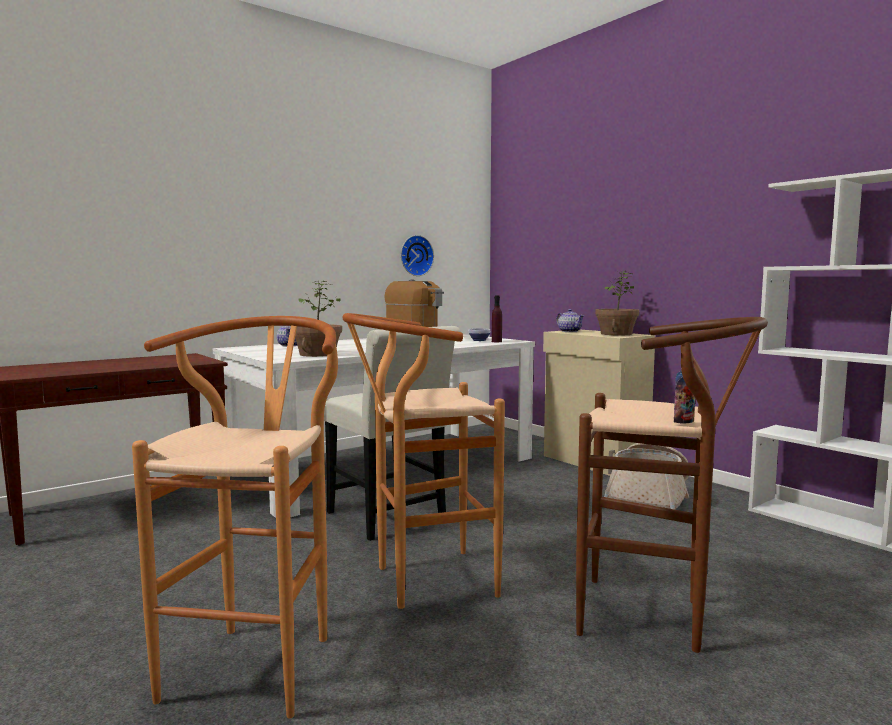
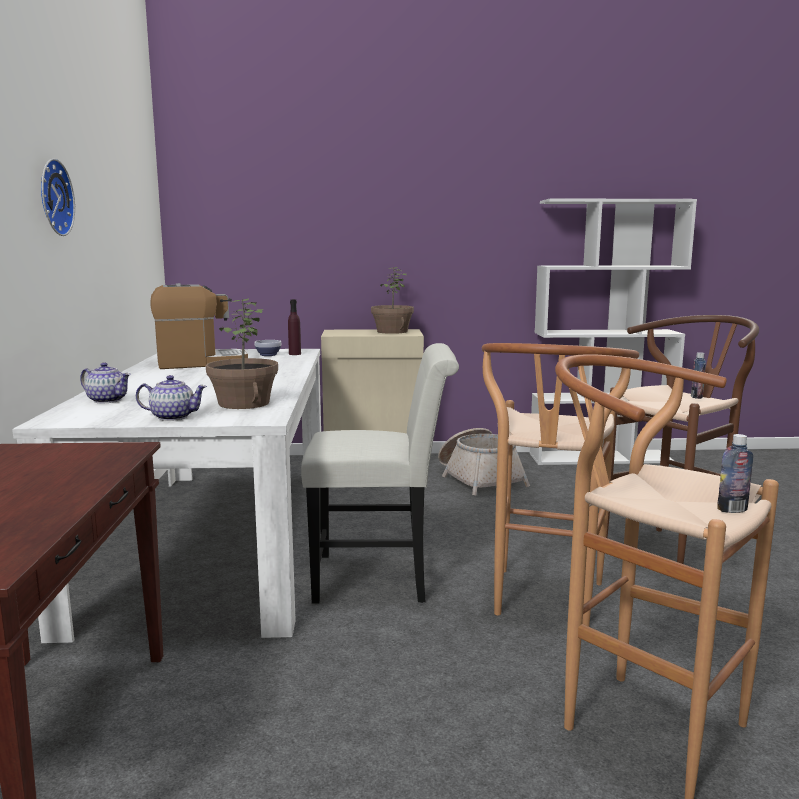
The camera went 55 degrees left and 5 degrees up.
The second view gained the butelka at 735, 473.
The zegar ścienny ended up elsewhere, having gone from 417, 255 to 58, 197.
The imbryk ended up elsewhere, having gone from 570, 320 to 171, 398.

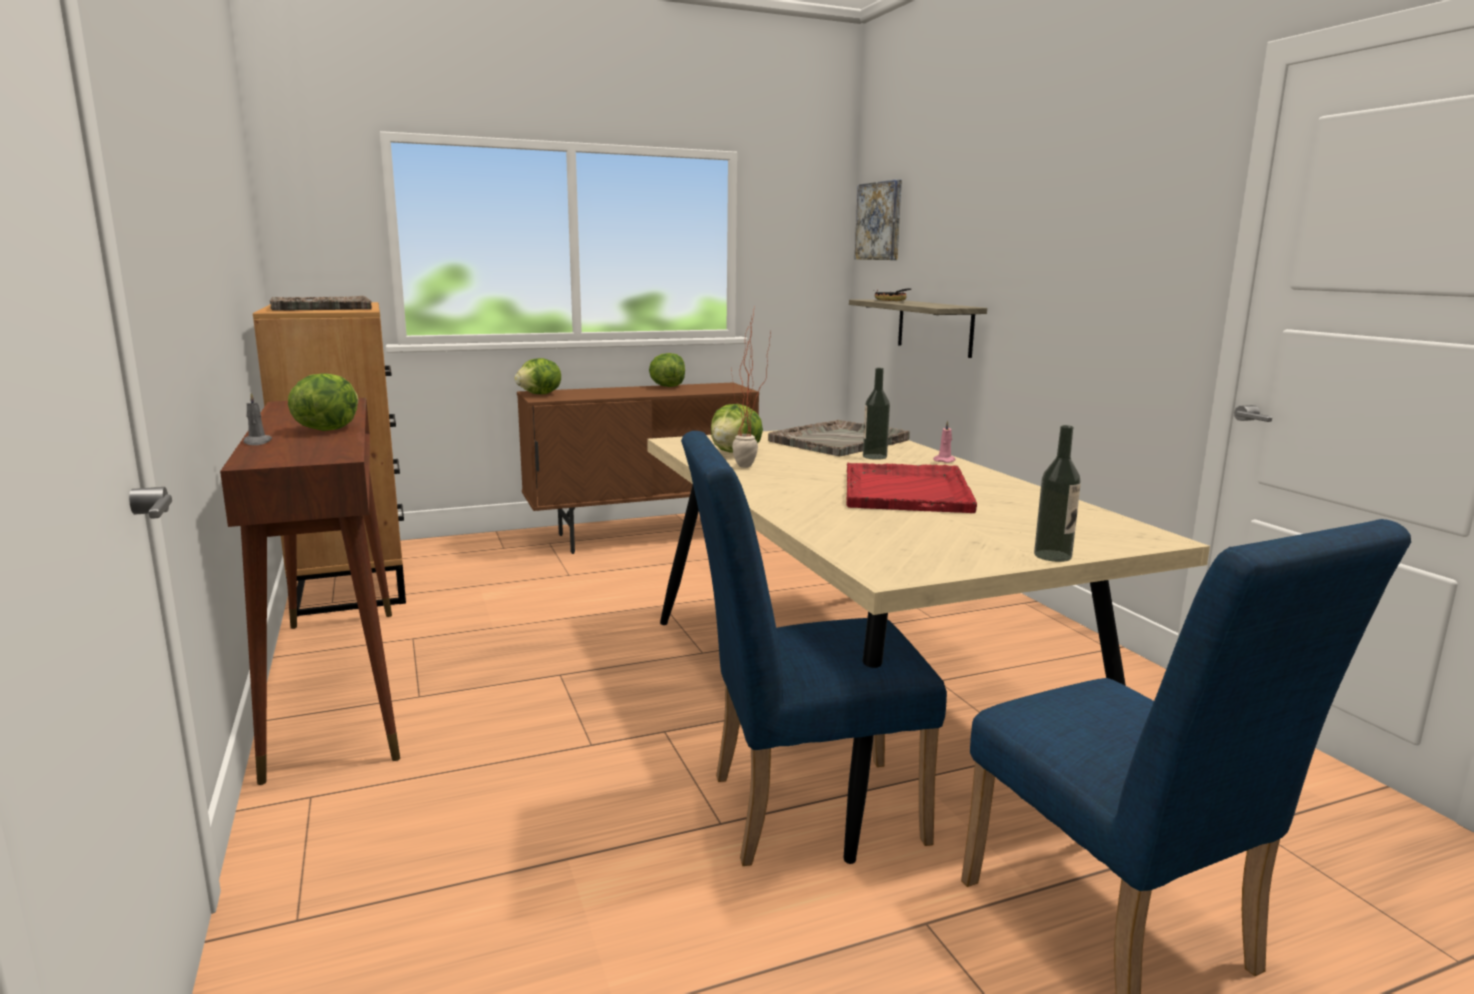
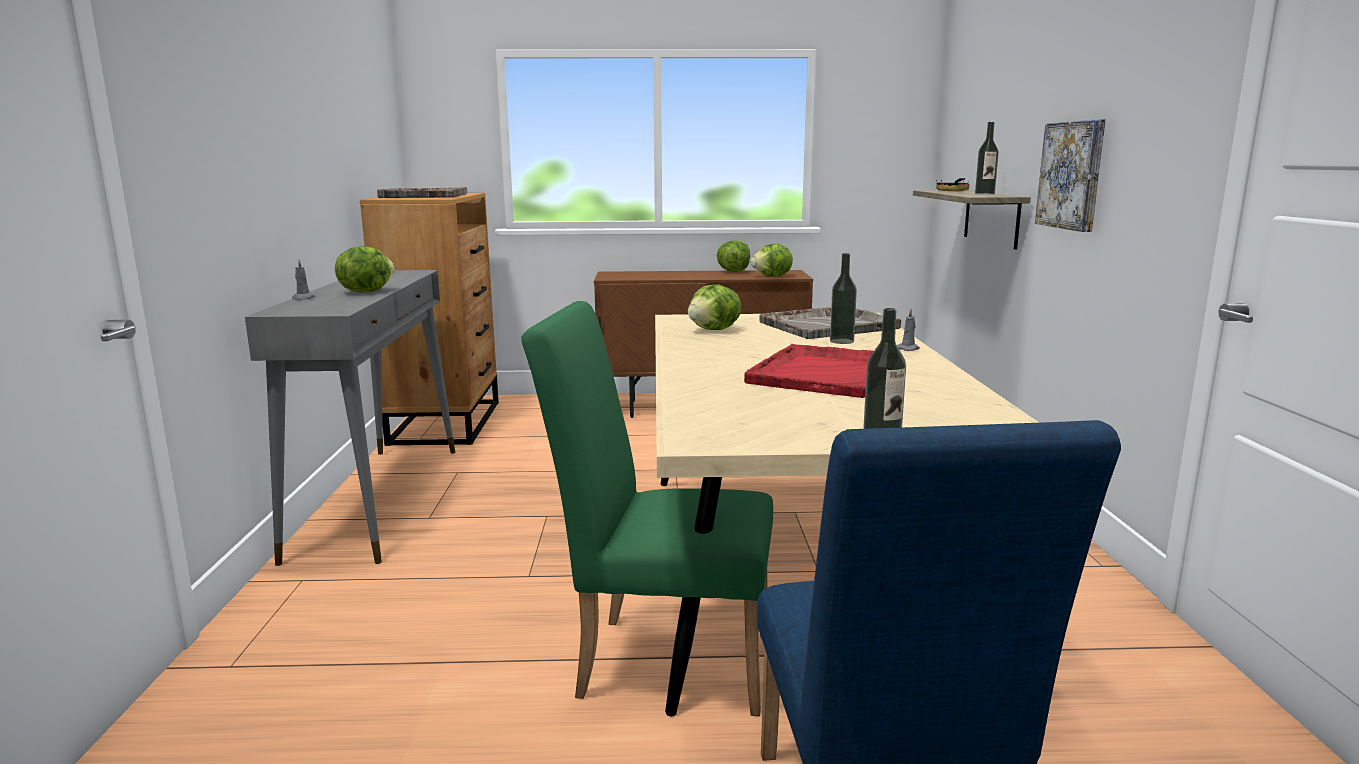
The camera went 20 degrees right and 0 degrees up.
The second view lost the roślina doniczkowa at 751, 387.
The second view gained the butelka at 987, 158.
The sałata ended up elsewhere, having gone from 537, 376 to 772, 260.
The obraz ended up elsewhere, having gone from 878, 219 to 1070, 175.
What was the stolik konsolowy (brązowy) at 310, 591 turned into the stolik konsolowy (szary) at 350, 418.
What was the krzesło (niebieski) at 814, 648 turned into the krzesło (zielony) at 647, 509.
What was the świeca (różowy) at 944, 441 turned into the świeca (szary) at 908, 330.

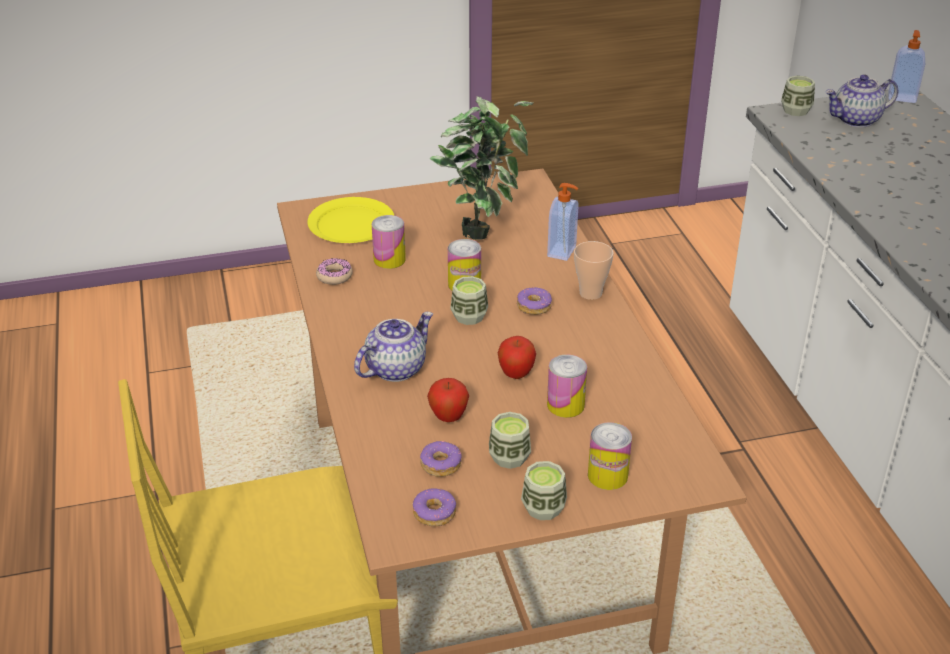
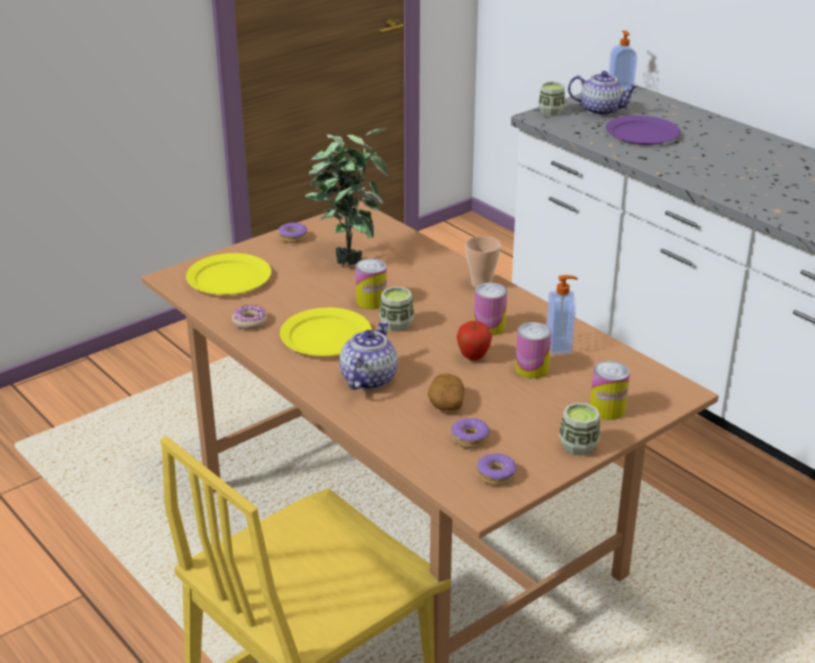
The camera went 25 degrees left and 5 degrees down.
The second view lost the filiżanka at 510, 440.
The second view gained the talerz (żółty) at 326, 331.
The second view gained the talerz (fioletowy) at 643, 130.
The puszka ended up elsewhere, having gone from 389, 242 to 490, 309.
The donut ended up elsewhere, having gone from 534, 301 to 293, 233.
The dozownik mydła ended up elsewhere, having gone from 562, 222 to 562, 314.
Where the jabłko stood at 448, 400, the ziemniak came to stand at 446, 392.
The imbryk at 861, 101 ended up facing another way, 120 degrees counterclockwise from before.

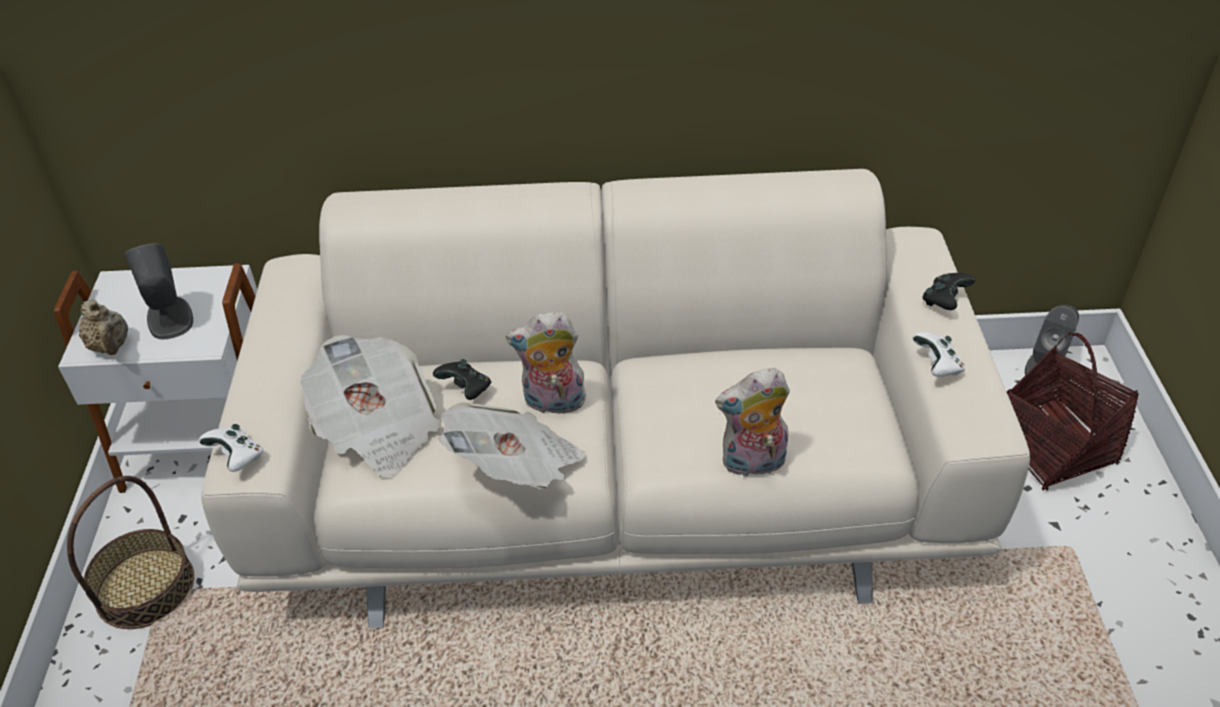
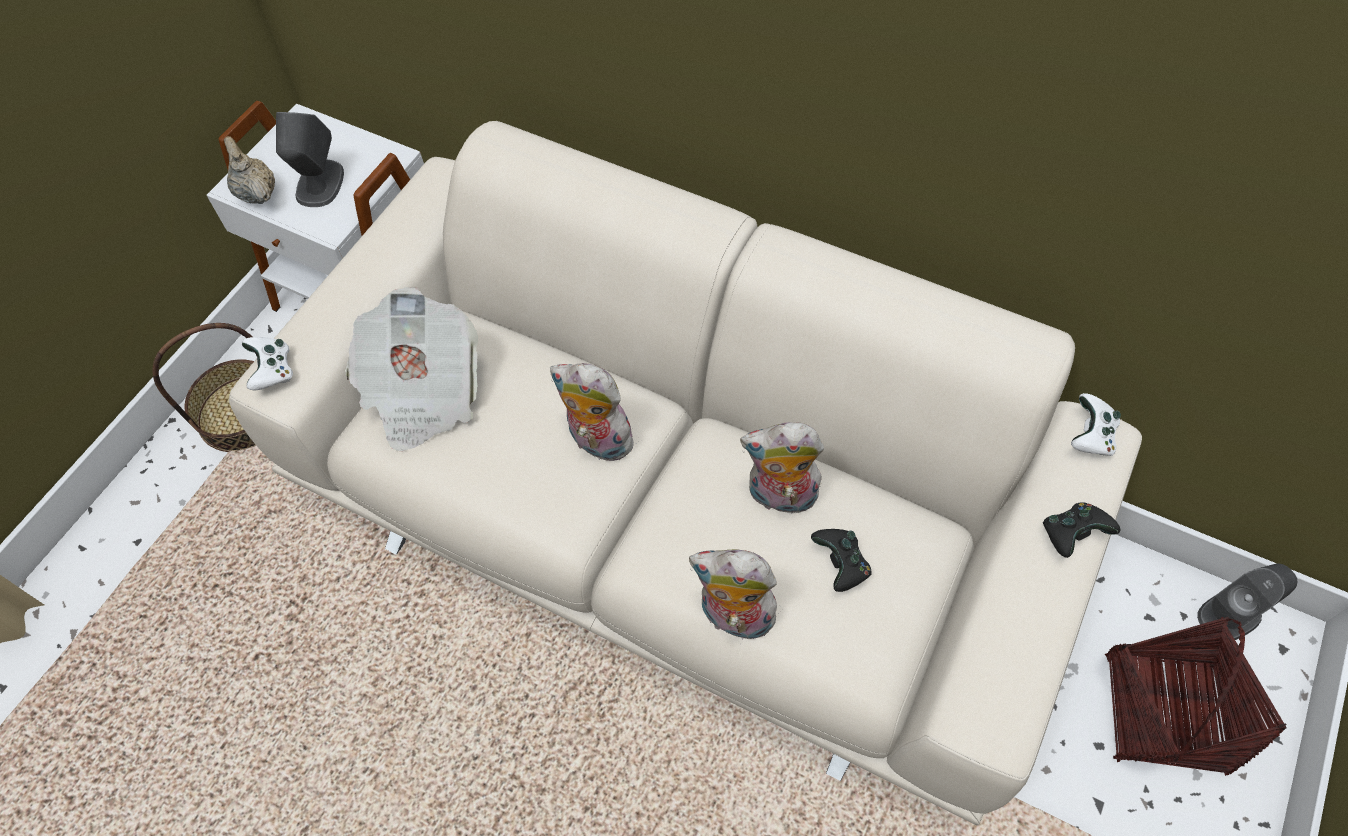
The camera went 30 degrees right and 15 degrees up.
The second view lost the gazeta at 512, 445.
The second view gained the pluszak at 782, 467.
The pad do gier (czarny) ended up elsewhere, having gone from 462, 379 to 841, 560.
The pad do gier (biały) ended up elsewhere, having gone from 938, 354 to 1096, 424.
The imbryk (beżowy) at 103, 327 ended up facing another way, 150 degrees clockwise from before.

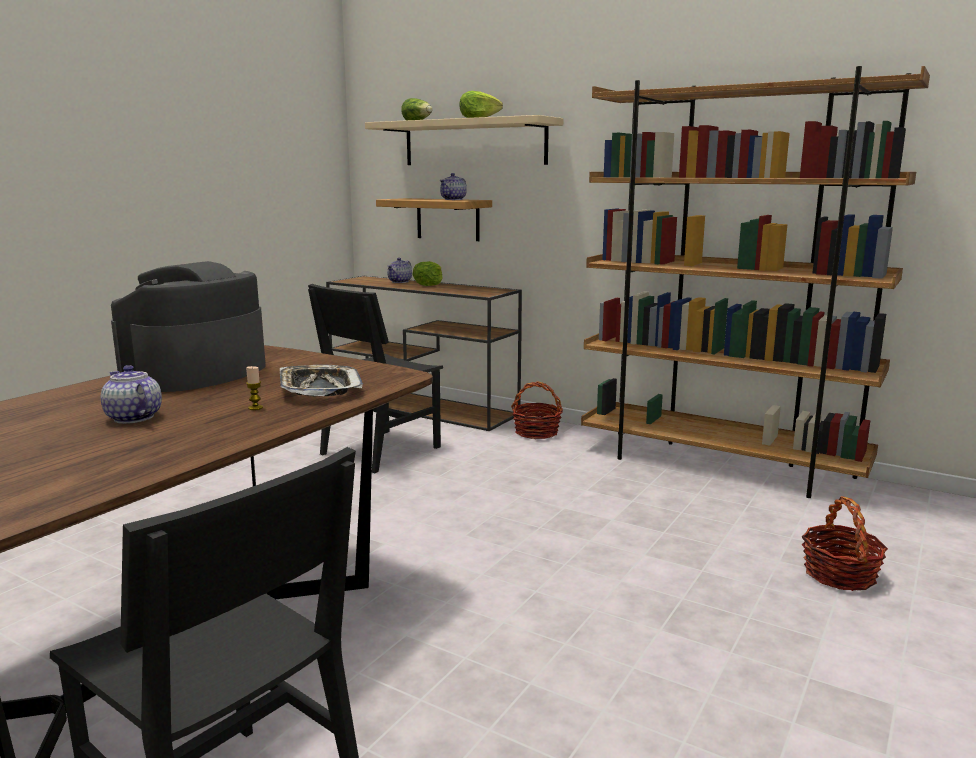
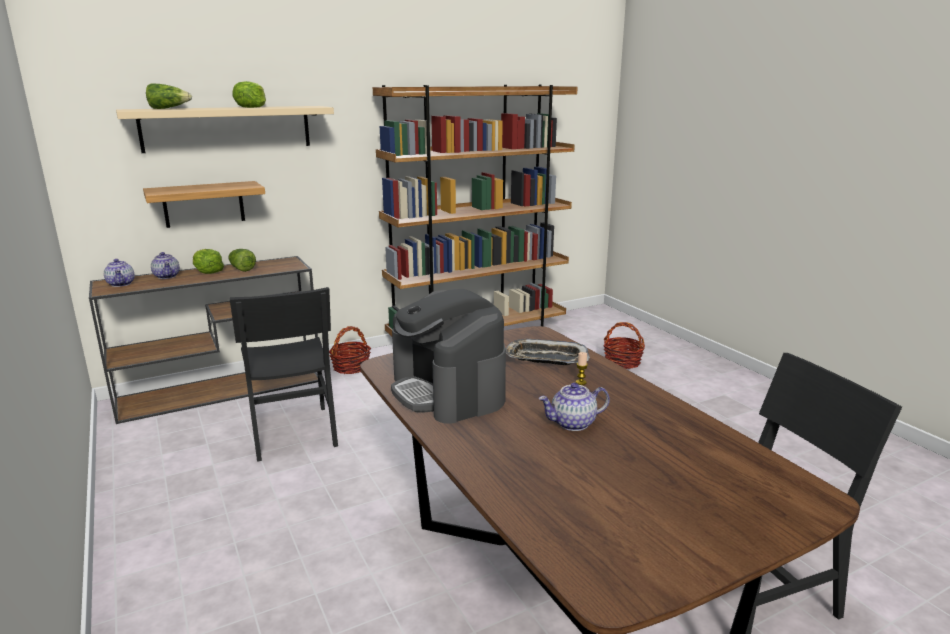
The camera went 60 degrees left and 5 degrees up.
The second view gained the sałata at 242, 260.
The imbryk ended up elsewhere, having gone from 453, 186 to 119, 273.

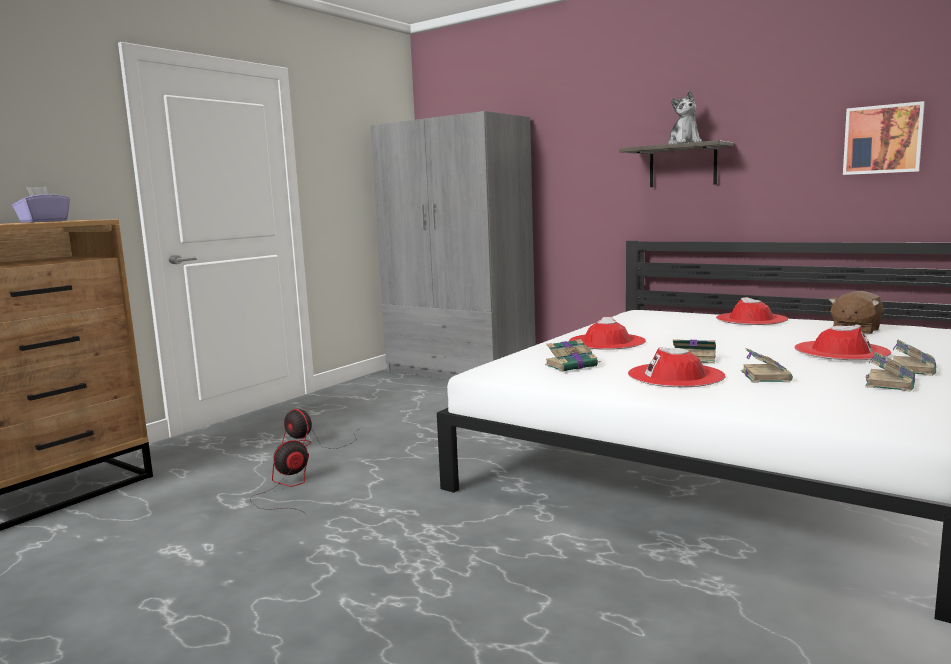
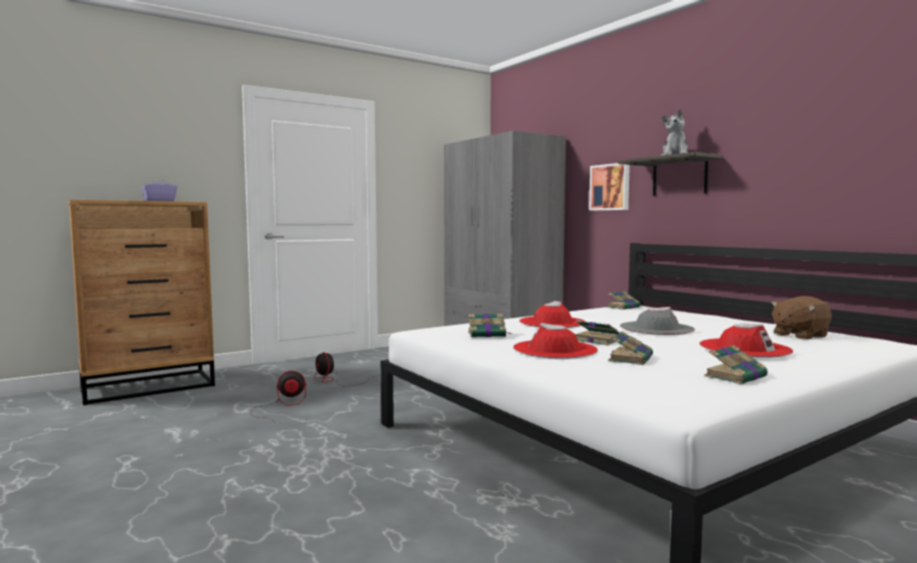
The camera went 20 degrees right and 5 degrees down.
The second view lost the kapelusz (czerwony) at 752, 311.
The second view gained the kapelusz (szary) at 657, 321.
The obraz ended up elsewhere, having gone from 884, 138 to 609, 187.
The książka ended up elsewhere, having gone from 914, 358 to 623, 300.

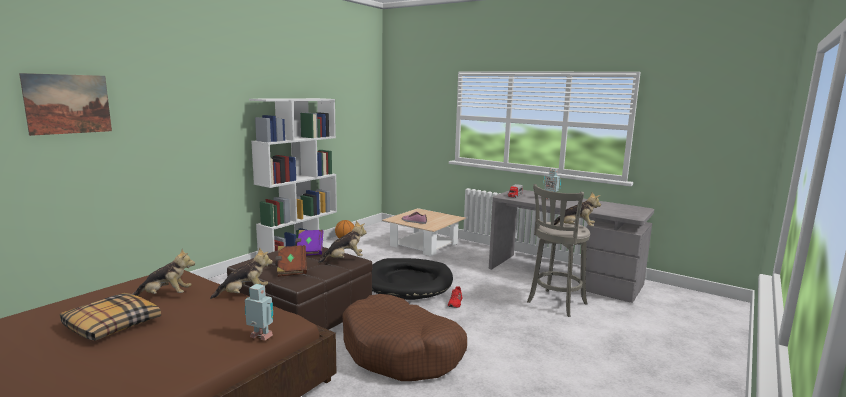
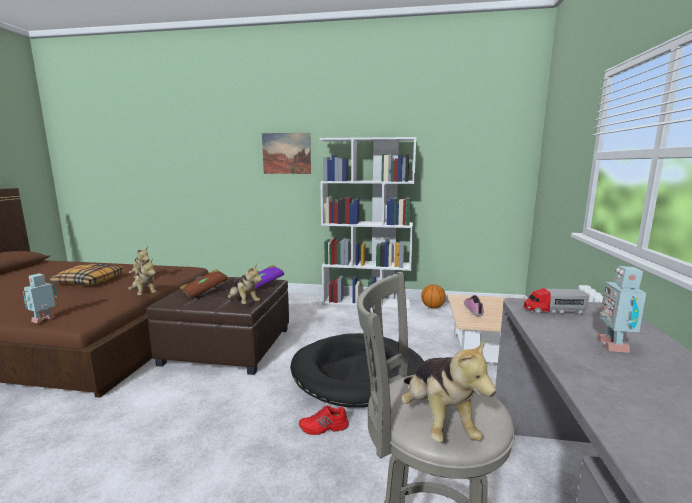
The camera went 65 degrees right and 0 degrees up.
The second view lost the legowisko (brązowy) at 404, 337.
The obraz ended up elsewhere, having gone from 65, 104 to 286, 153.
The robot zabawkowy at 259, 312 ended up facing another way, 150 degrees counterclockwise from before.

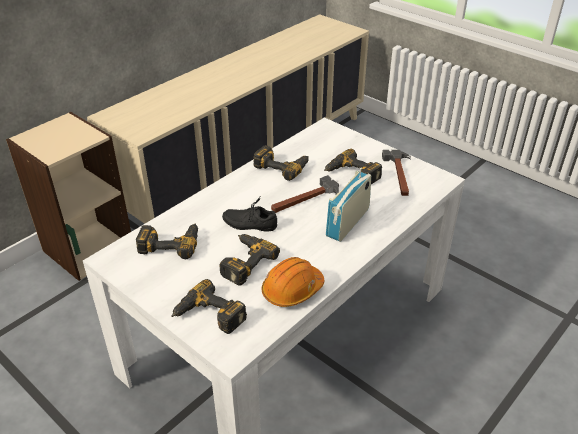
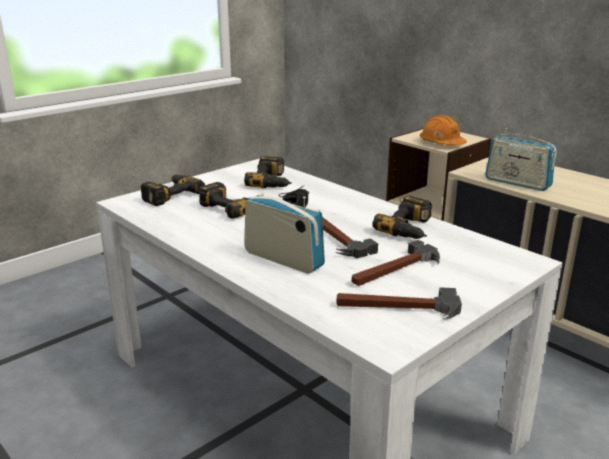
The camera went 95 degrees right and 15 degrees down.
The second view gained the radio at 521, 159.
The kask (pomarańczowy) ended up elsewhere, having gone from 293, 282 to 443, 130.
Where the wiertarka stood at 353, 166, the młotek came to stand at 396, 263.

